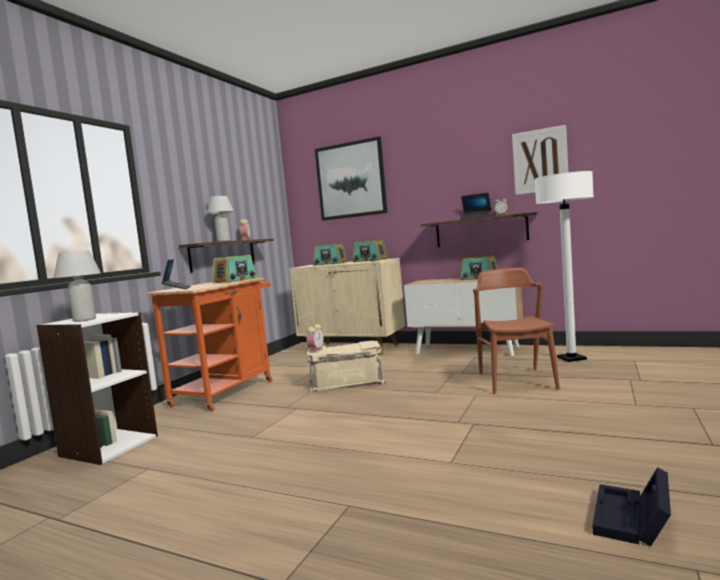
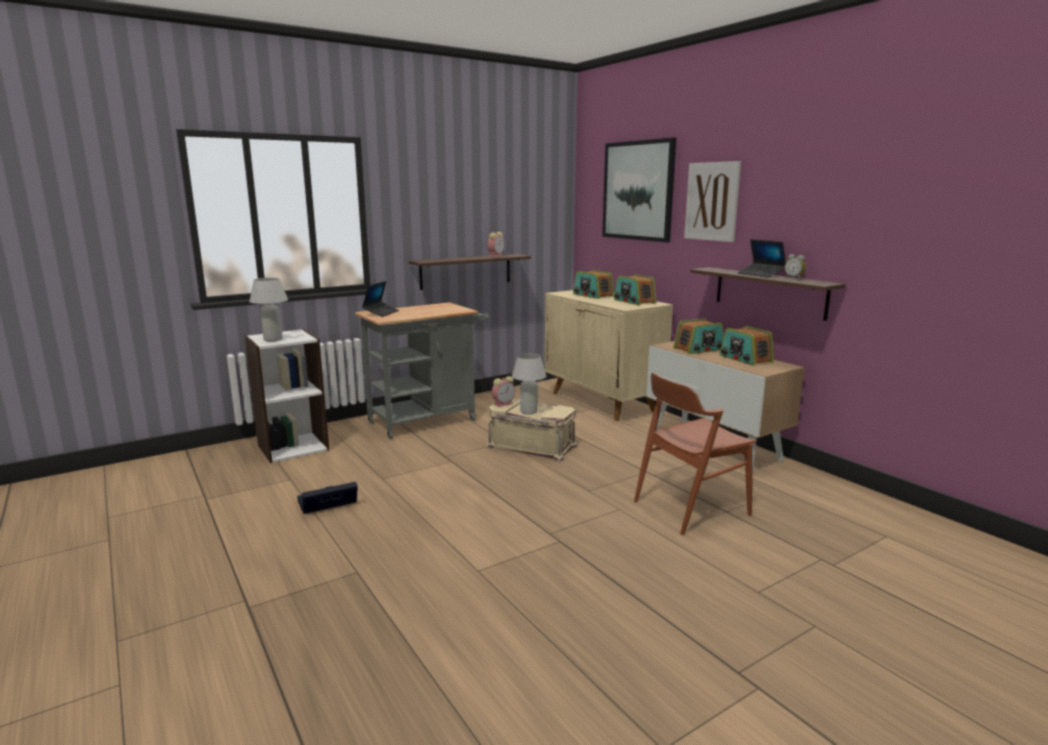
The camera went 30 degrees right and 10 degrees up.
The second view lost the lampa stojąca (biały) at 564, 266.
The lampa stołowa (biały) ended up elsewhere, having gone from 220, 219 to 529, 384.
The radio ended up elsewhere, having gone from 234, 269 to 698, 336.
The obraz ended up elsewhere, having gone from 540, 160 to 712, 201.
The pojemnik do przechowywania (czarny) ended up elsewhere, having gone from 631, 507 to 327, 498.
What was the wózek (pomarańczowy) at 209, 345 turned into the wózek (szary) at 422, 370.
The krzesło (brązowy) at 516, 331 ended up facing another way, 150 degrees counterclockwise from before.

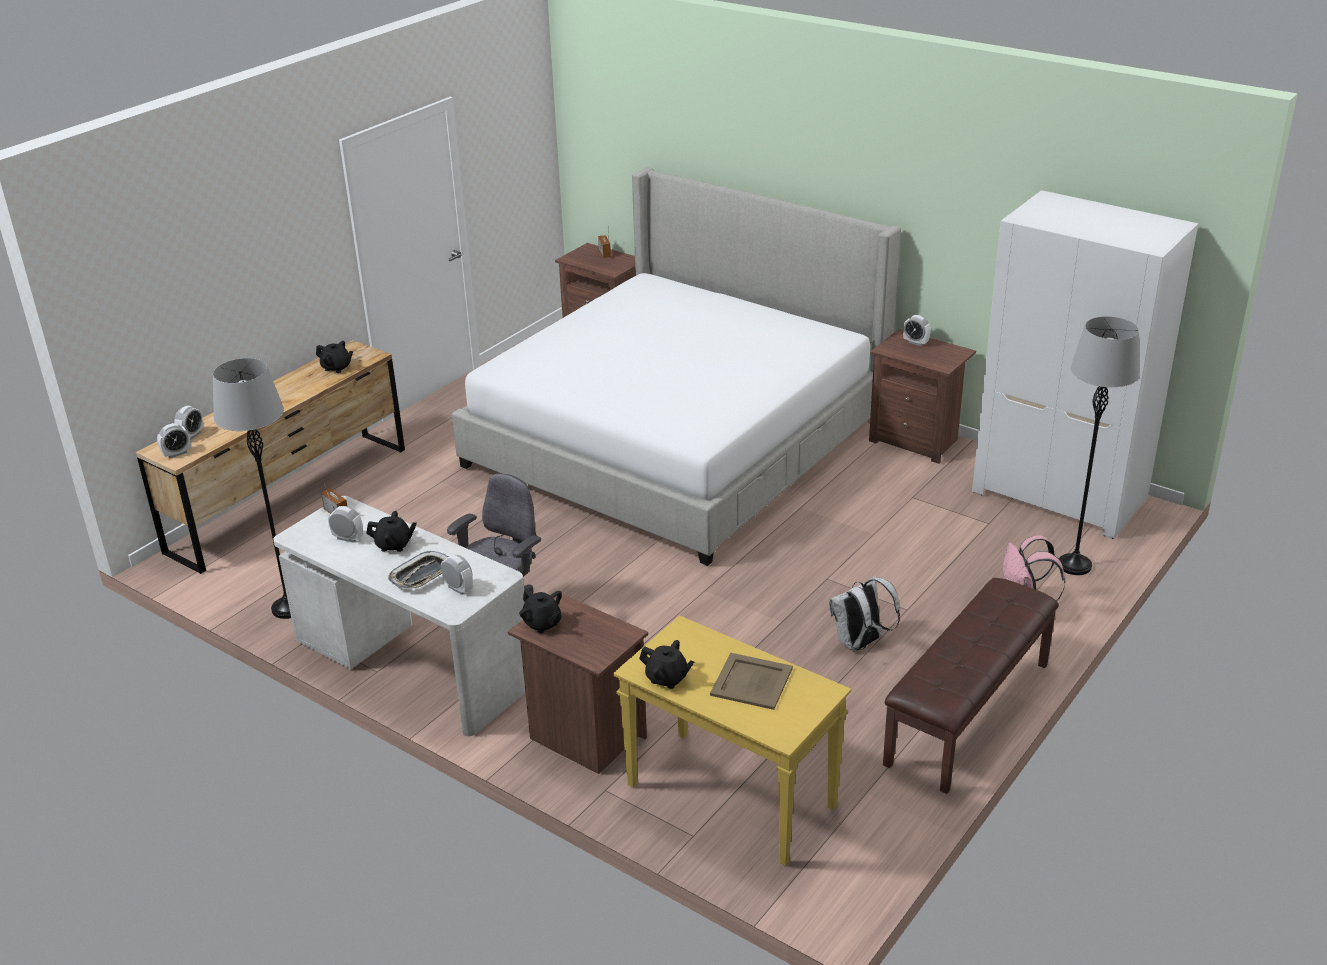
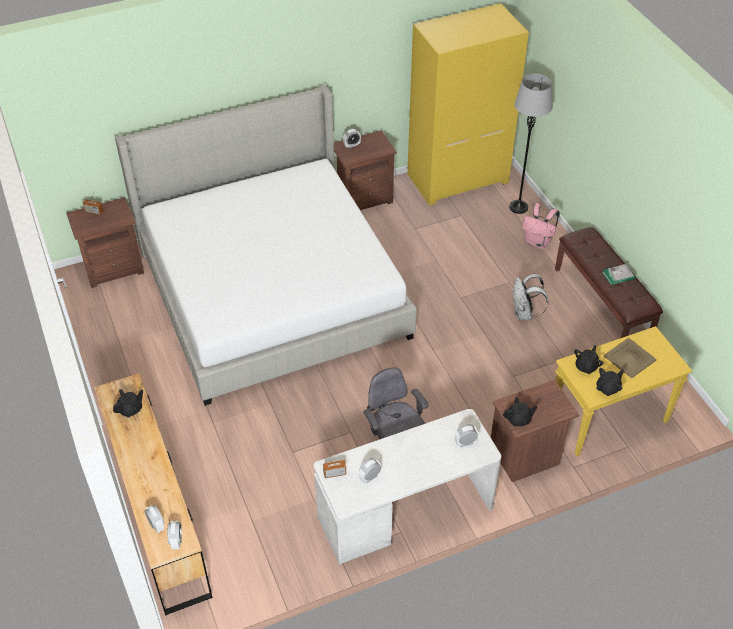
The camera went 60 degrees left and 15 degrees up.
The second view lost the lampa stojąca (szary) at 252, 488.
The second view lost the taca at 418, 570.
The second view gained the książka at 618, 274.
The imbryk (czarny) ended up elsewhere, having gone from 391, 531 to 589, 359.
What was the szafa (biały) at 1085, 364 turned into the szafa (żółty) at 468, 104.

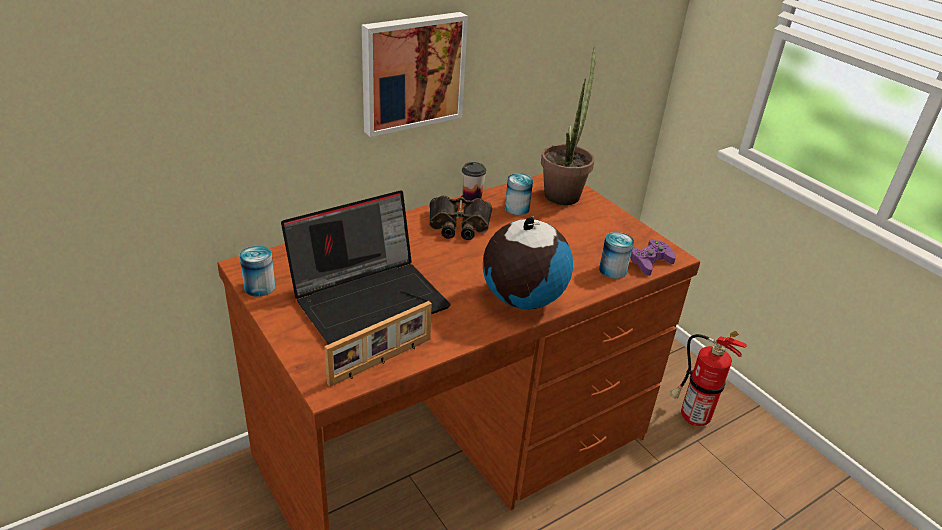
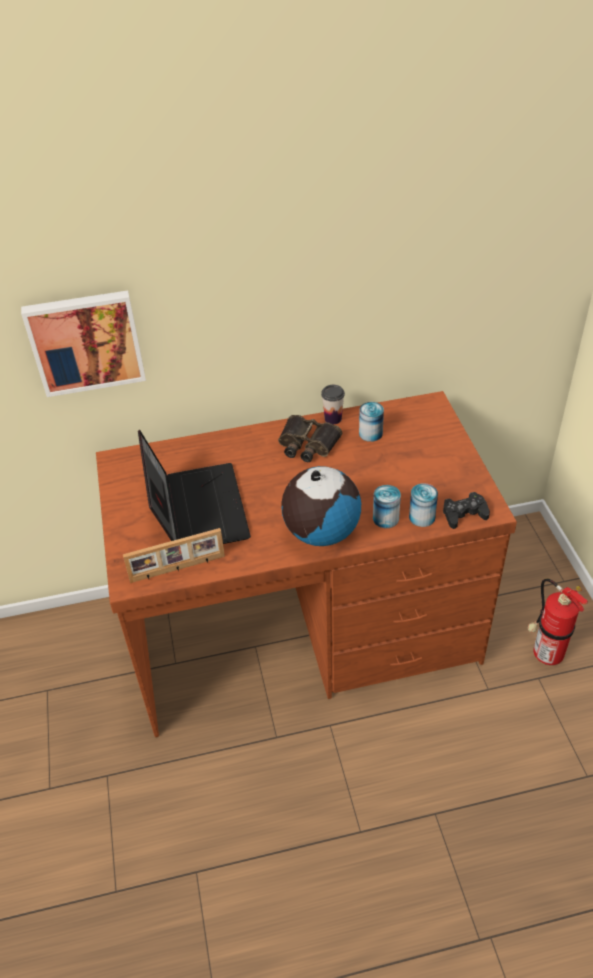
The camera went 25 degrees right and 10 degrees up.
The second view lost the roślina doniczkowa at 568, 126.
The puszka ended up elsewhere, having gone from 257, 271 to 387, 506.
The obraz ended up elsewhere, having gone from 415, 74 to 83, 343.
What was the pad do gier (fioletowy) at 653, 257 turned into the pad do gier (czarny) at 466, 510.
The laptop at 366, 267 ended up facing another way, 90 degrees counterclockwise from before.

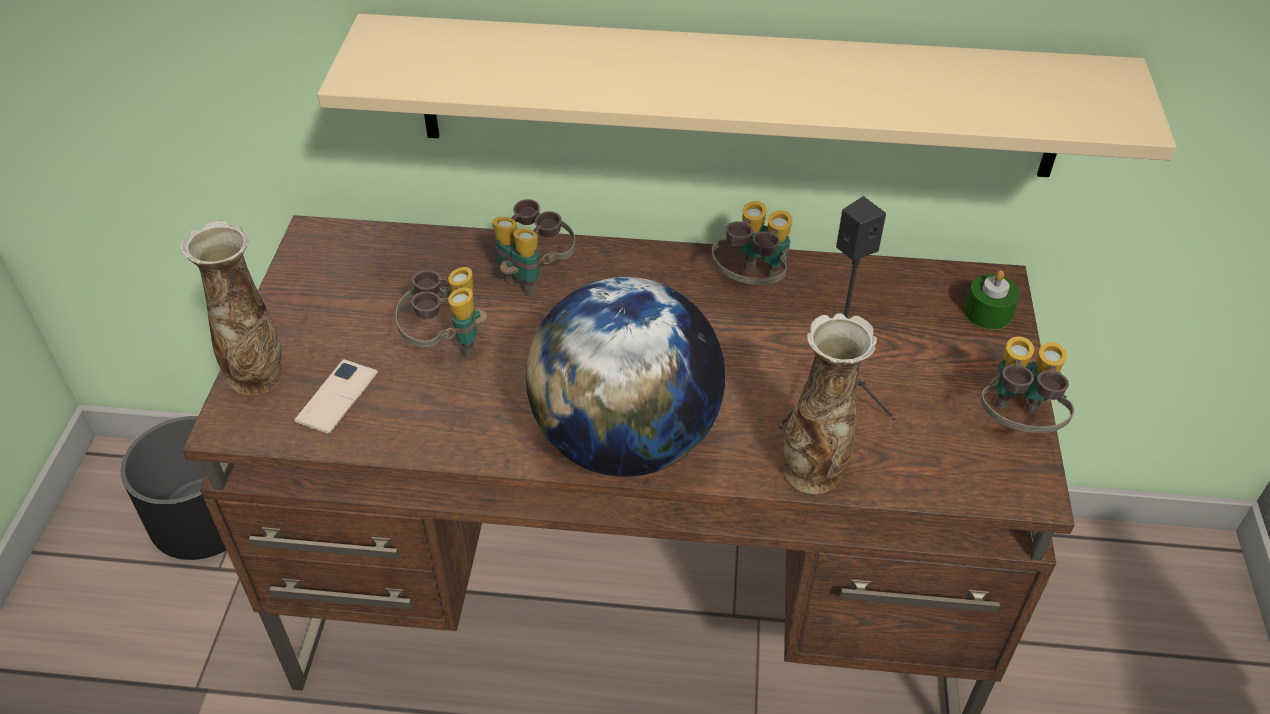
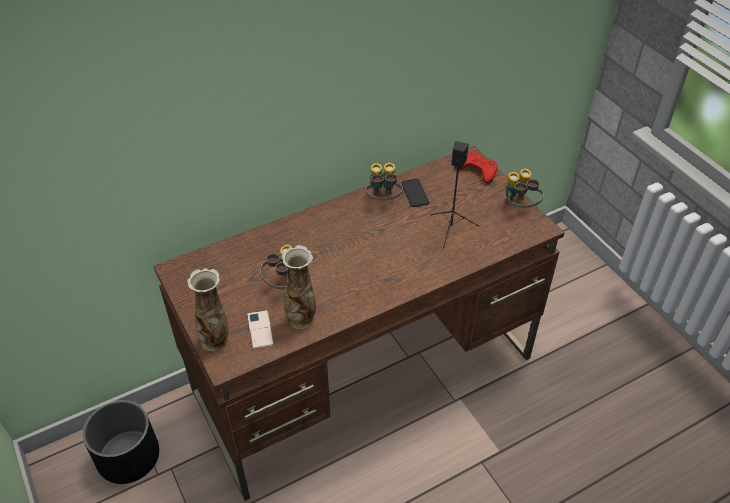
The camera went 35 degrees left and 0 degrees up.
The second view lost the półka (beżowy) at 746, 95.
The second view lost the lornetka at 534, 247.
The second view lost the globus at 625, 377.
The second view gained the telefon at 415, 193.
The wazon ended up elsewhere, having gone from 830, 403 to 298, 287.
Where the świeca (zielony) stood at 992, 299, the pad do gier (czerwony) came to stand at 476, 168.

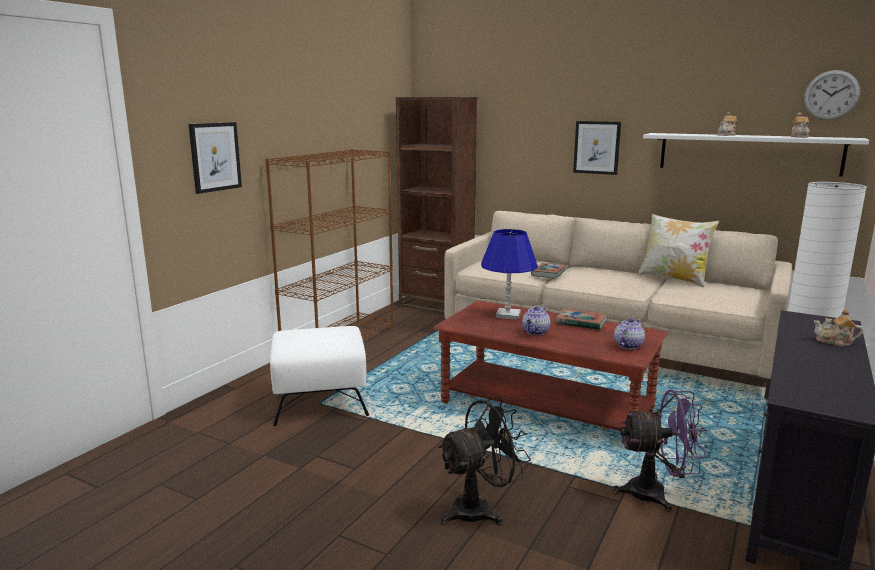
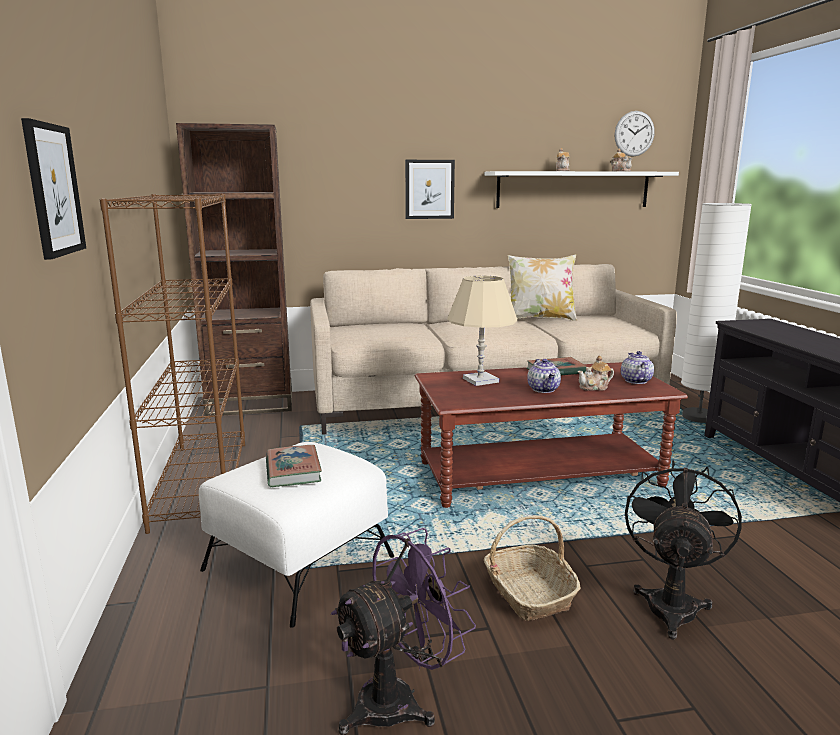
The camera went 40 degrees left and 0 degrees up.
The second view gained the koszyk at 532, 568.
The książka ended up elsewhere, having gone from 548, 271 to 294, 466.
The wentylator (fioletowy) ended up elsewhere, having gone from 660, 451 to 403, 631.
The imbryk ended up elsewhere, having gone from 838, 327 to 596, 373.
What was the lampa stołowa (niebieski) at 509, 274 turned into the lampa stołowa (beżowy) at 482, 330.

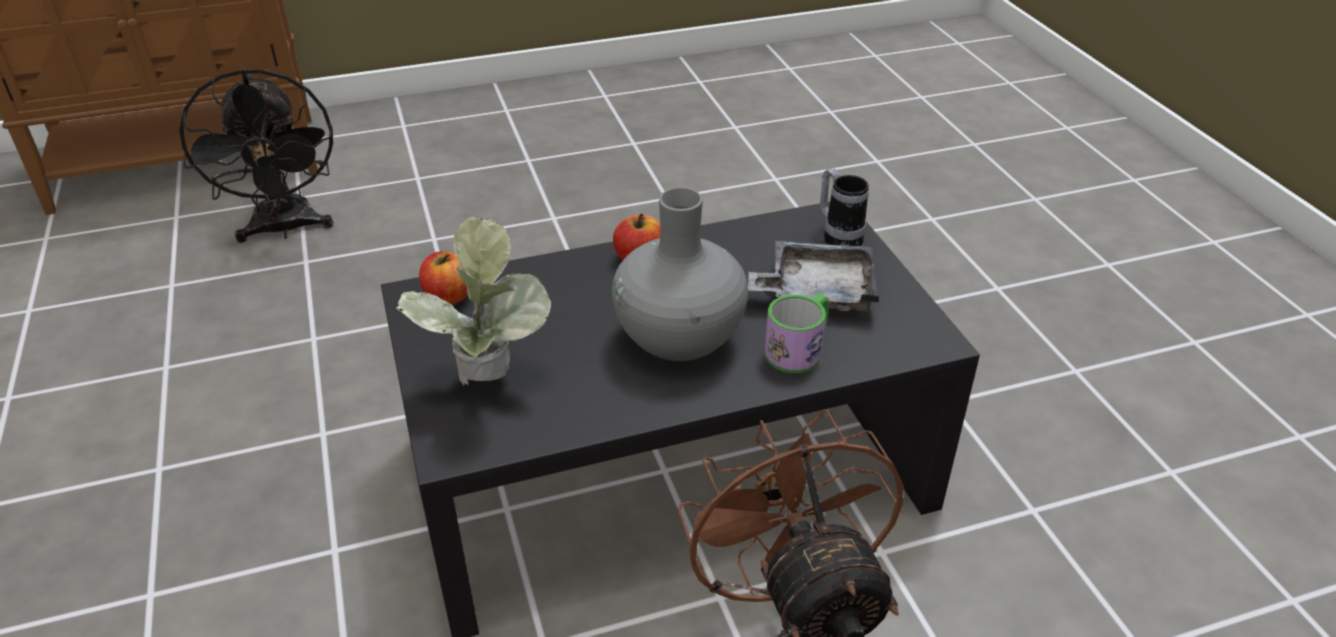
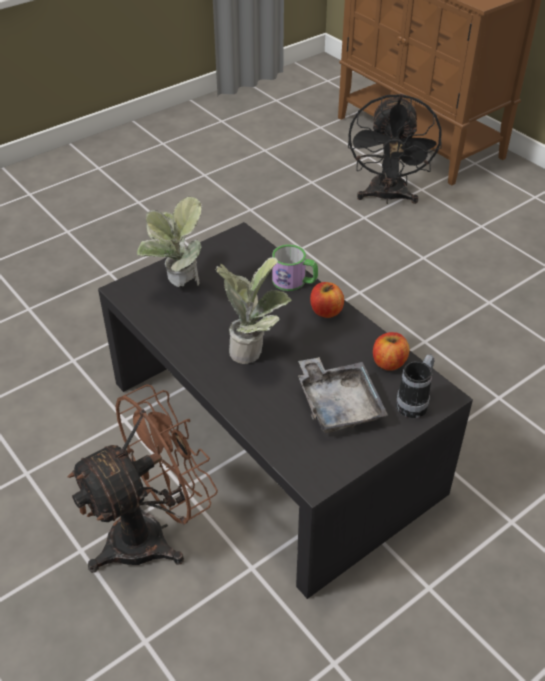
The camera went 70 degrees right and 5 degrees up.
The jabłko ended up elsewhere, having gone from 443, 278 to 391, 351.
The kubek ended up elsewhere, having gone from 797, 333 to 295, 267.
Where the wazon (szary) stood at 680, 274, the roślina doniczkowa came to stand at 254, 310.
The wentylator (czarny) at 256, 155 ended up facing another way, 45 degrees counterclockwise from before.

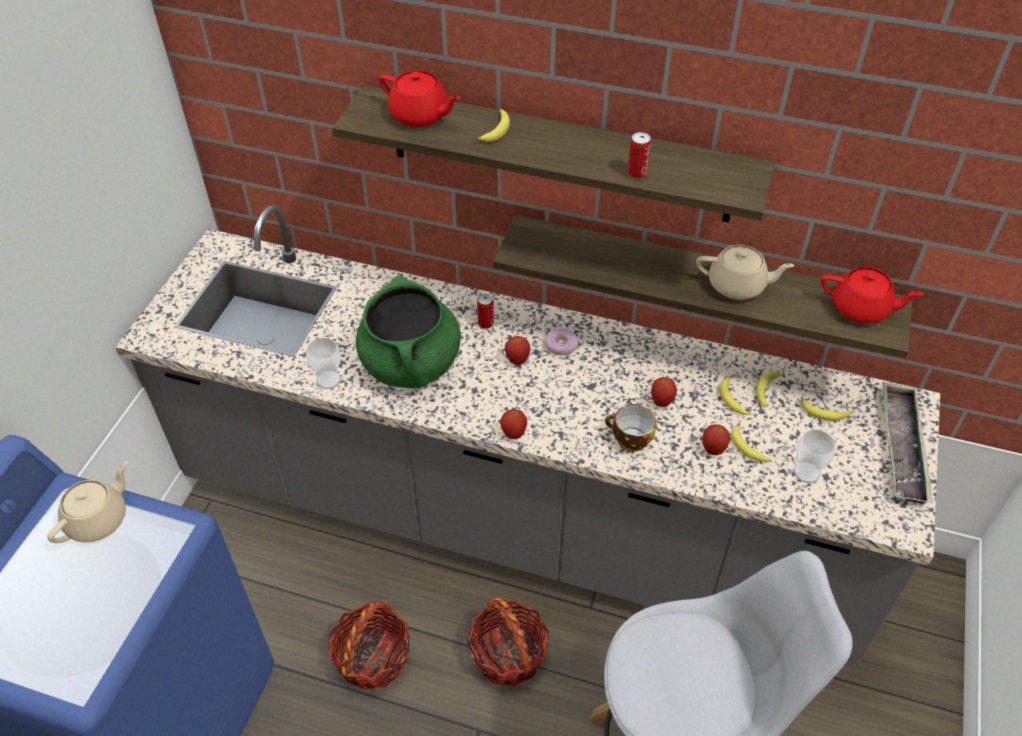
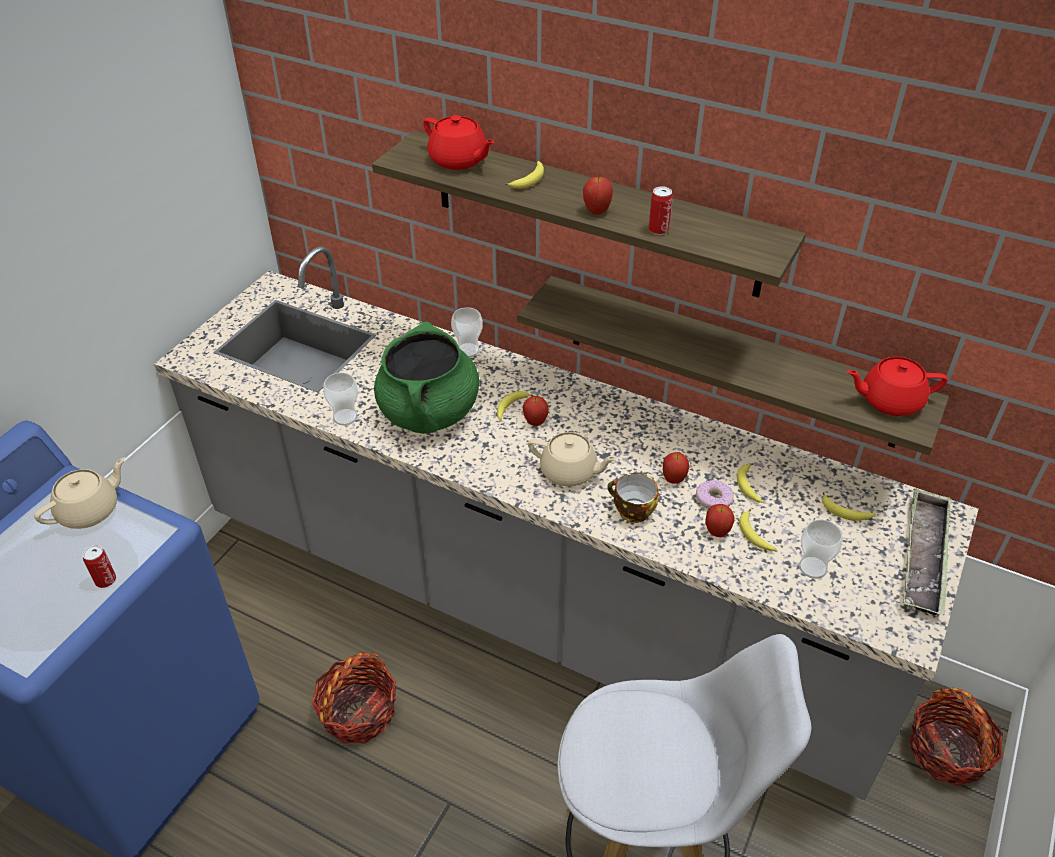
The camera went 10 degrees right and 5 degrees down.
The second view gained the filiżanka at 467, 332.
The koszyk ended up elsewhere, having gone from 508, 641 to 956, 737.
The puszka ended up elsewhere, having gone from 485, 311 to 99, 566.
The jabłko ended up elsewhere, having gone from 513, 424 to 598, 196.
The donut ended up elsewhere, having gone from 561, 341 to 715, 494.
The imbryk (beżowy) ended up elsewhere, having gone from 745, 272 to 573, 459.
The banan ended up elsewhere, having gone from 770, 389 to 515, 406.
The imbryk (czerwony) at 872, 295 ended up facing another way, 150 degrees clockwise from before.

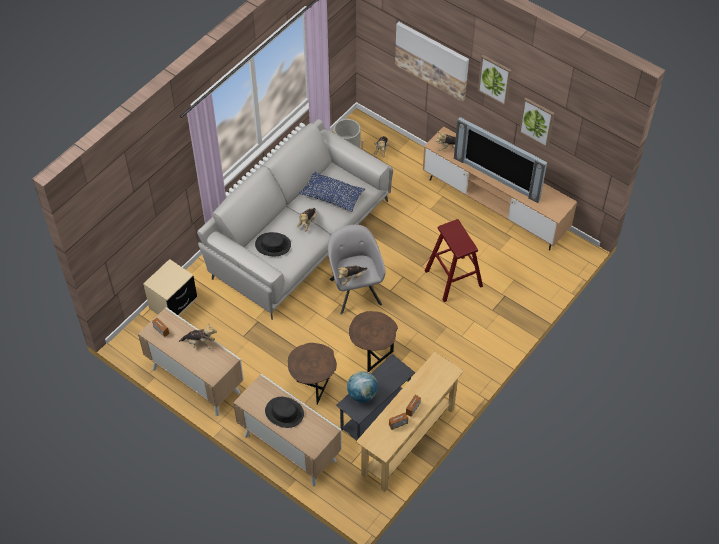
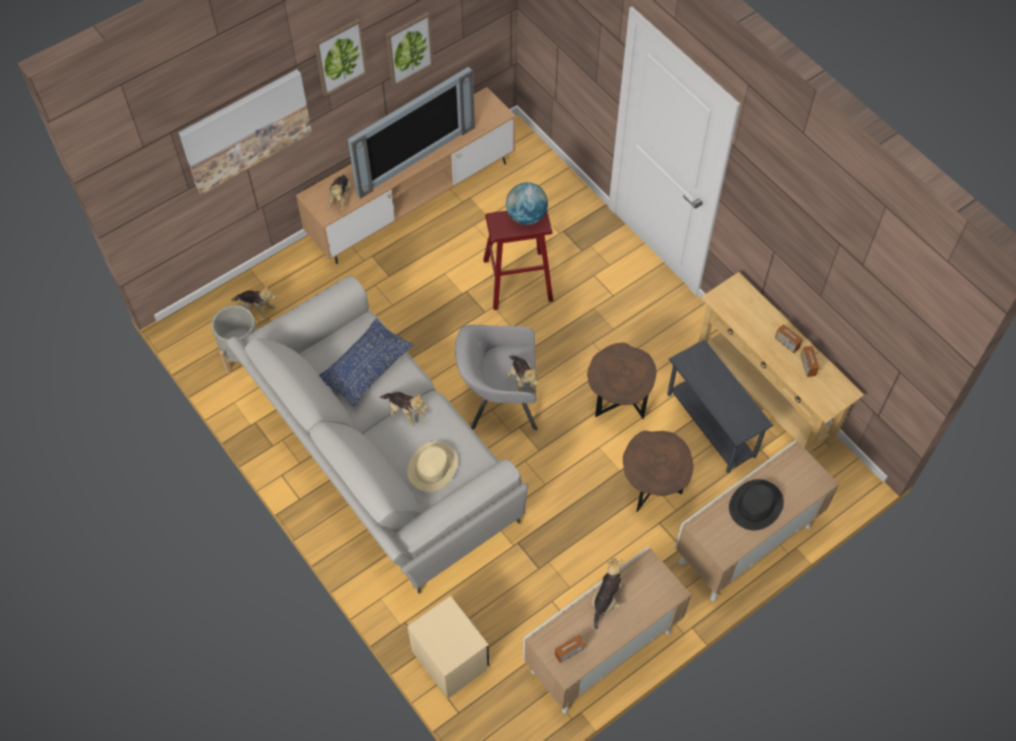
The camera went 75 degrees left and 5 degrees up.
The globus ended up elsewhere, having gone from 362, 387 to 527, 203.
What was the kapelusz (czarny) at 273, 244 turned into the kapelusz (beżowy) at 432, 466.

